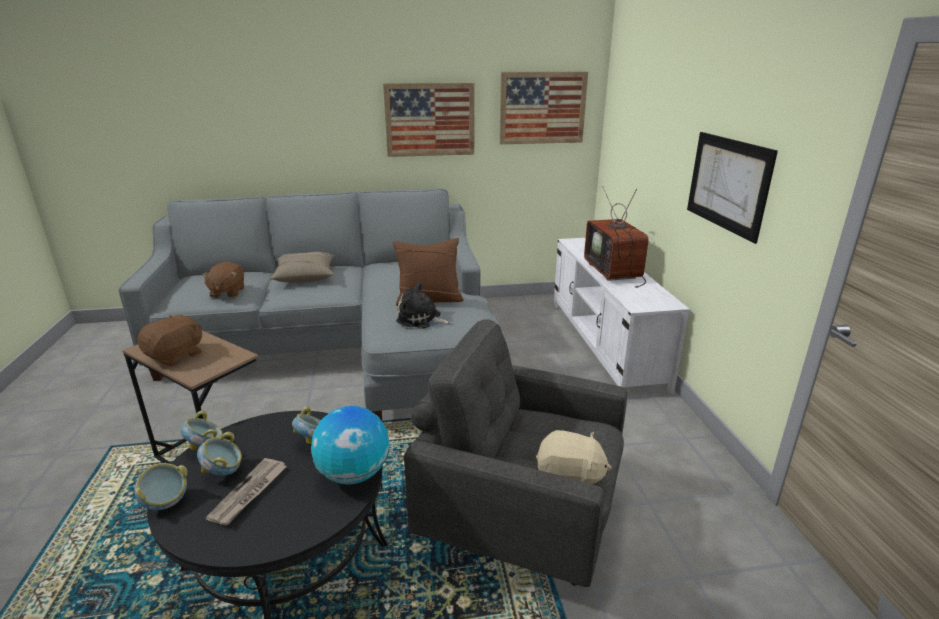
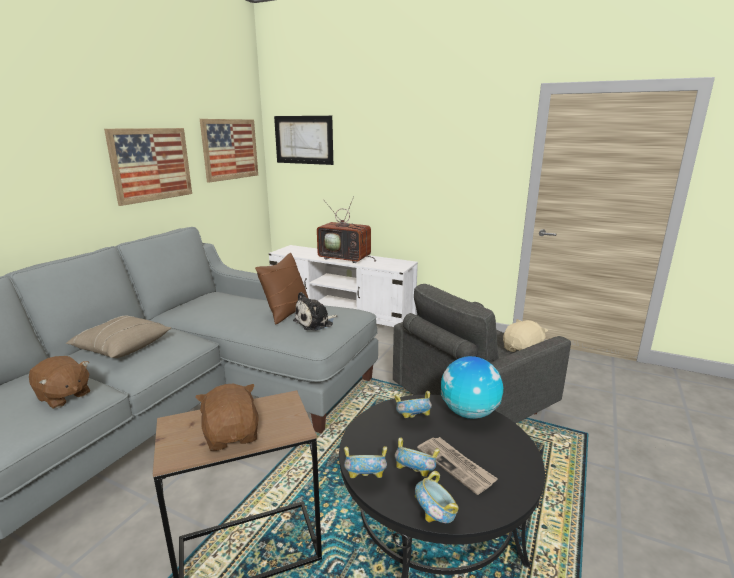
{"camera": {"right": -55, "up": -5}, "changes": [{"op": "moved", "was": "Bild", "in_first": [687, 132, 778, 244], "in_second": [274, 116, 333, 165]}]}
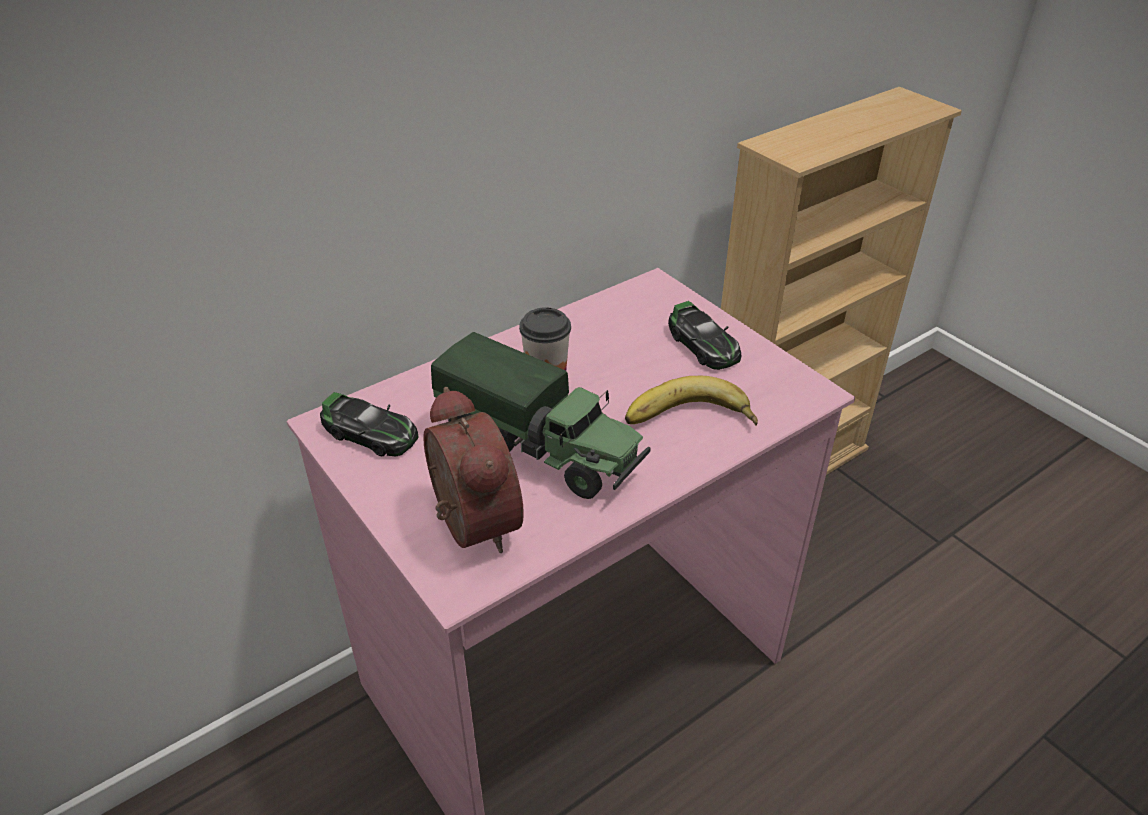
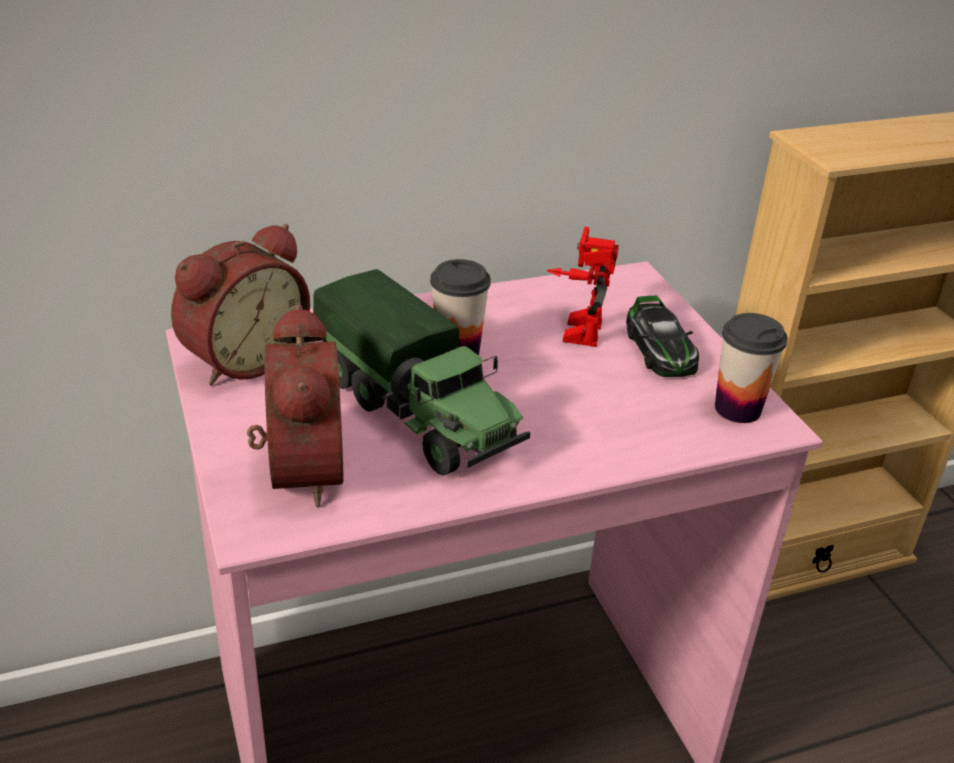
{"camera": {"right": 15, "up": -5}, "changes": [{"op": "replaced", "was": "Spielzeugauto", "now": "Wecker", "in_first": [320, 392, 419, 456], "in_second": [171, 224, 310, 386]}, {"op": "removed", "was": "Banane", "in_first": [625, 376, 758, 426]}, {"op": "added", "now": "Spielzeugroboter", "in_second": [547, 227, 619, 347]}, {"op": "added", "now": "Tasse", "in_second": [715, 313, 788, 423]}]}
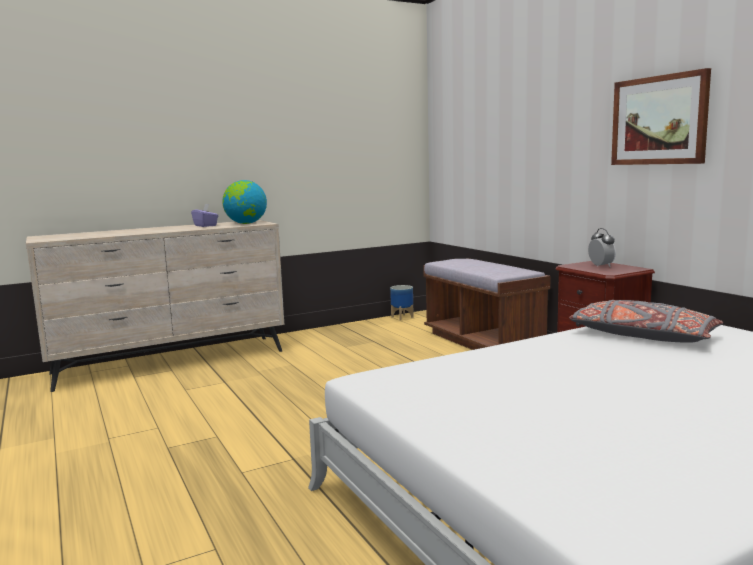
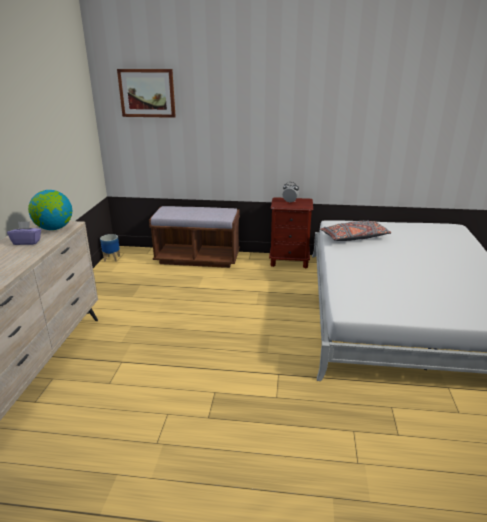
{"camera": {"right": -55, "up": 15}, "changes": [{"op": "moved", "was": "Bild", "in_first": [611, 68, 711, 165], "in_second": [117, 69, 176, 118]}]}
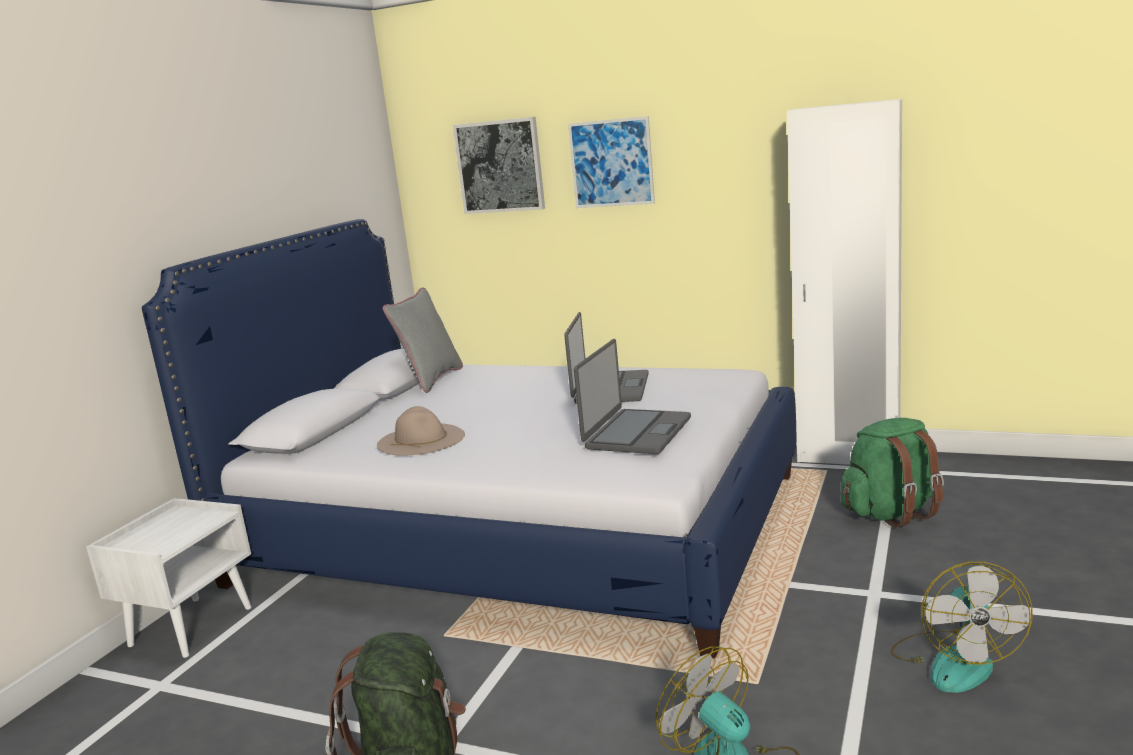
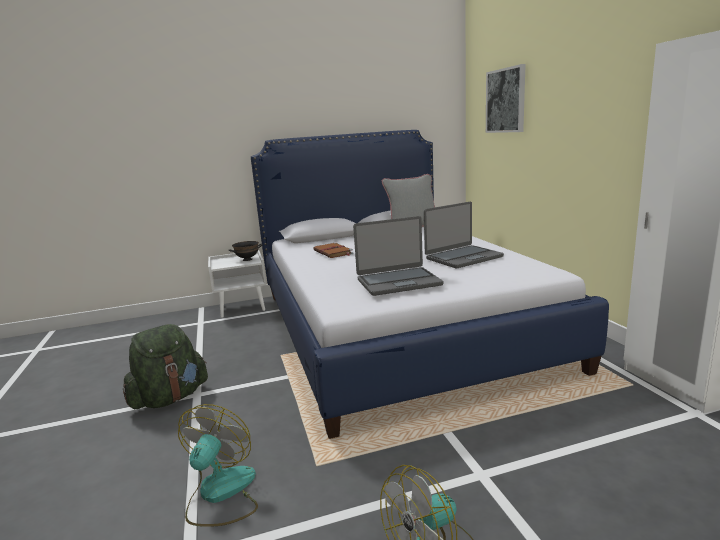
{"camera": {"right": 50, "up": 0}, "changes": [{"op": "replaced", "was": "Hut (beige)", "now": "Buch (braun)", "in_first": [377, 406, 465, 455], "in_second": [313, 242, 353, 258]}, {"op": "removed", "was": "Bild", "in_first": [568, 116, 655, 208]}, {"op": "removed", "was": "Rucksack (grün)", "in_first": [841, 418, 944, 528]}, {"op": "added", "now": "Schüssel (schwarz)", "in_second": [229, 241, 263, 261]}]}
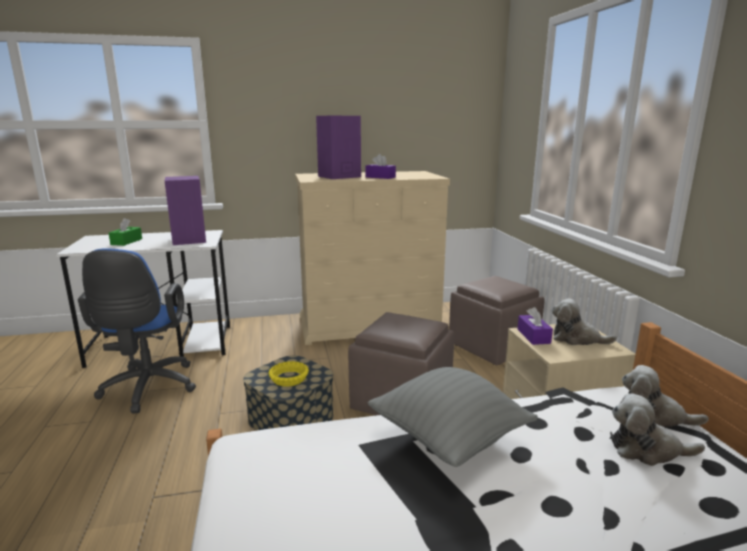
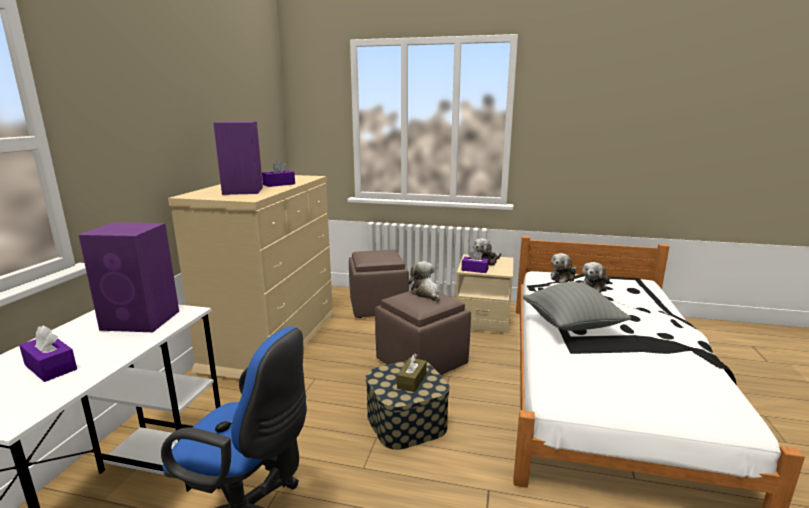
{"camera": {"right": -65, "up": 0}, "changes": [{"op": "recoloured", "was": "Taschentuchbox (grün)", "now": "Taschentuchbox (lila)", "in_first": [109, 218, 142, 246], "in_second": [19, 325, 77, 382]}, {"op": "replaced", "was": "Schüssel (gelb)", "now": "Taschentuchbox (braun)", "in_first": [268, 361, 309, 386], "in_second": [397, 354, 427, 392]}, {"op": "added", "now": "Plüschtier", "in_second": [409, 261, 440, 301]}]}
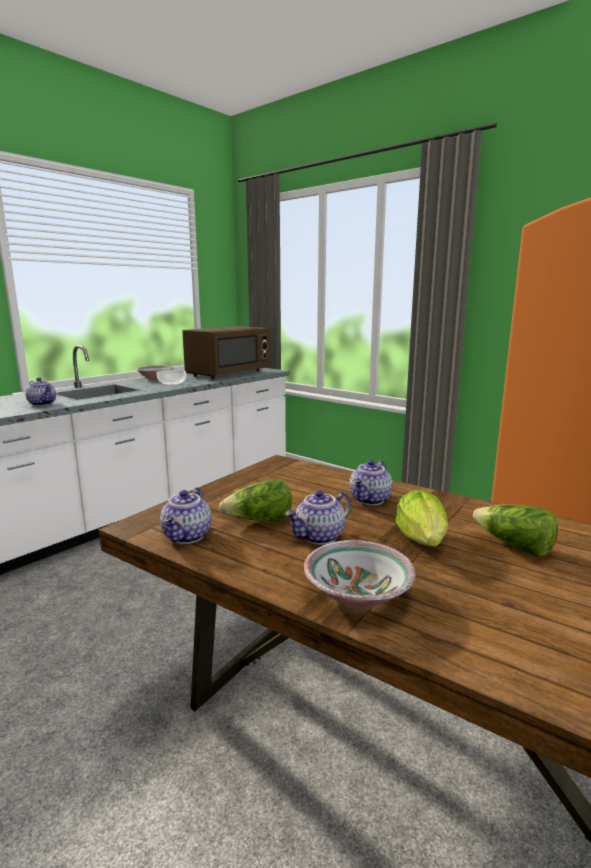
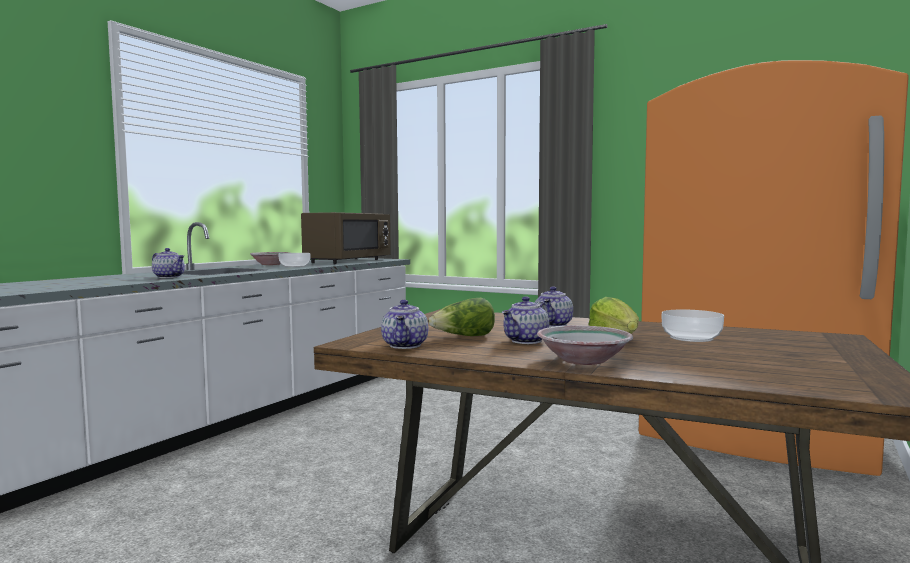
{"camera": {"right": -10, "up": -10}, "changes": [{"op": "replaced", "was": "Salatkopf", "now": "Schüssel", "in_first": [473, 504, 558, 557], "in_second": [662, 309, 724, 342]}]}
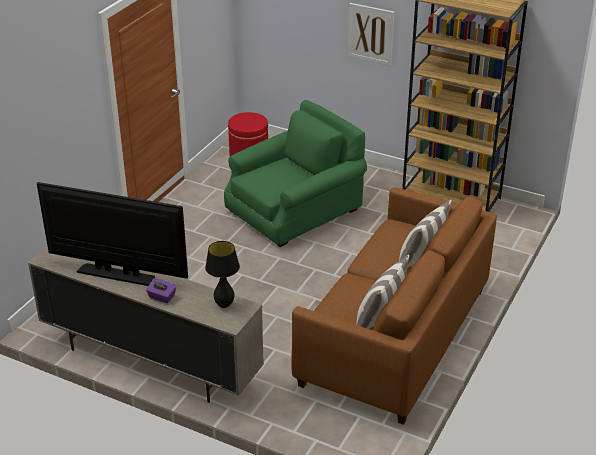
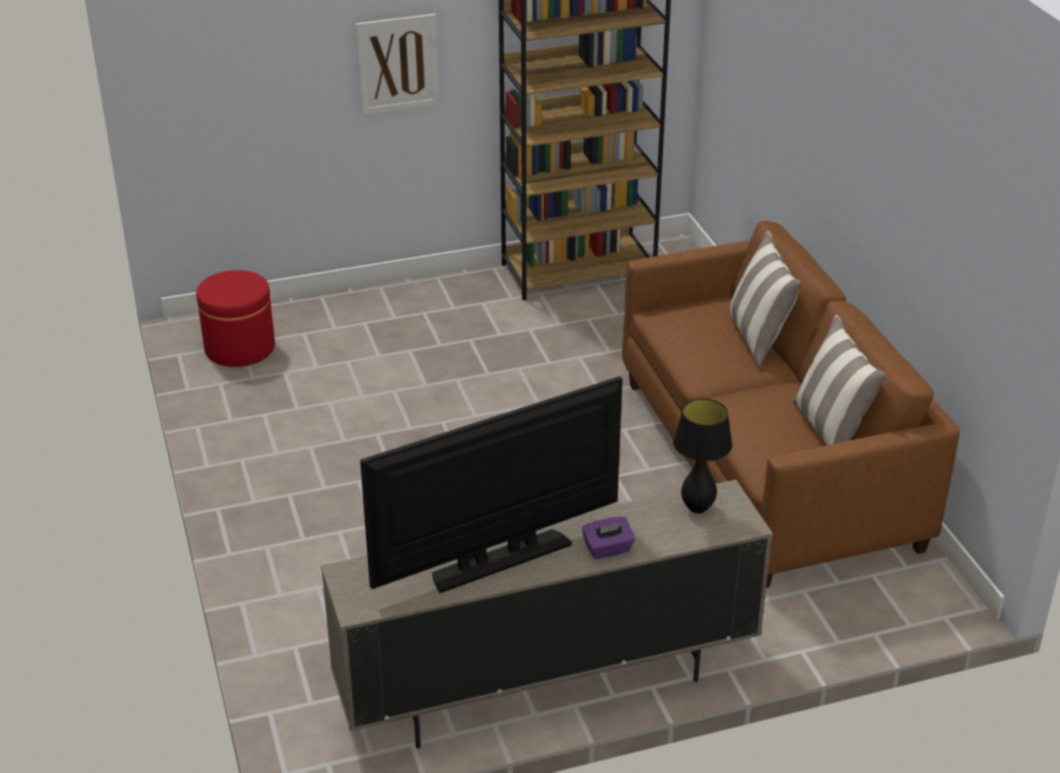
{"camera": {"right": -45, "up": 0}, "changes": [{"op": "removed", "was": "Sessel (grün)", "in_first": [224, 100, 367, 247]}]}
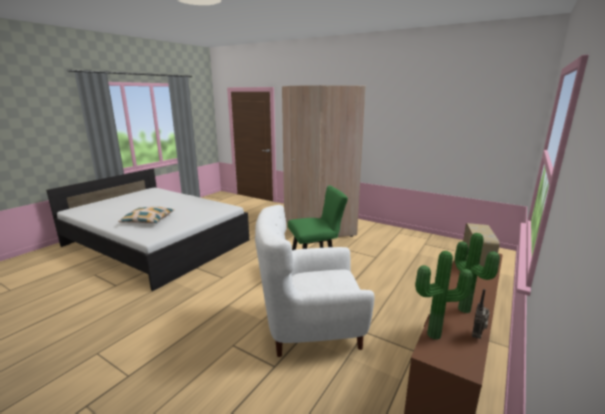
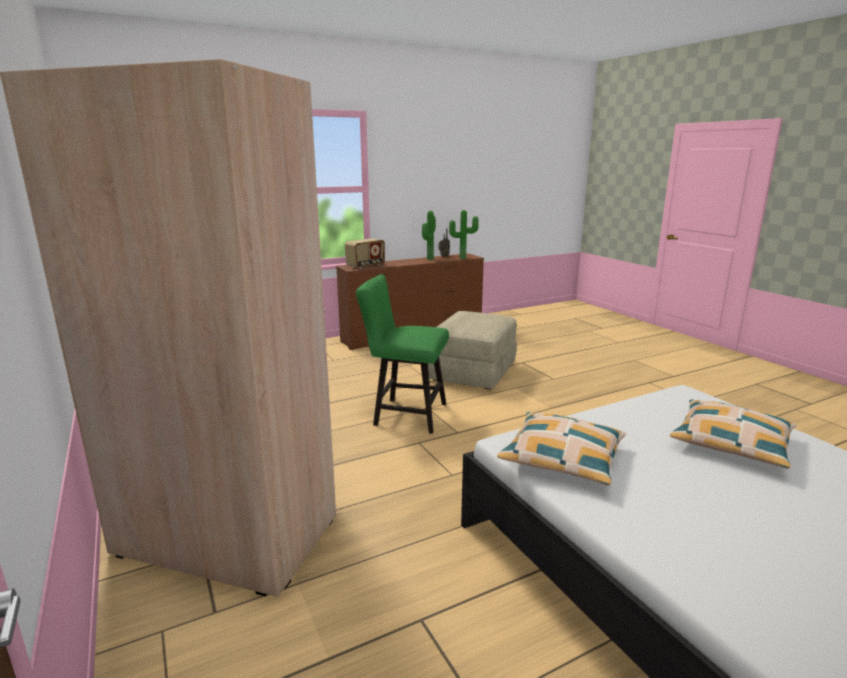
{"camera": {"right": -150, "up": 0}, "changes": [{"op": "replaced", "was": "Sessel (weiß)", "now": "Polsterhocker (beige)", "in_first": [255, 205, 375, 357], "in_second": [428, 311, 517, 389]}, {"op": "added", "now": "Kissen", "in_second": [497, 412, 626, 486]}]}
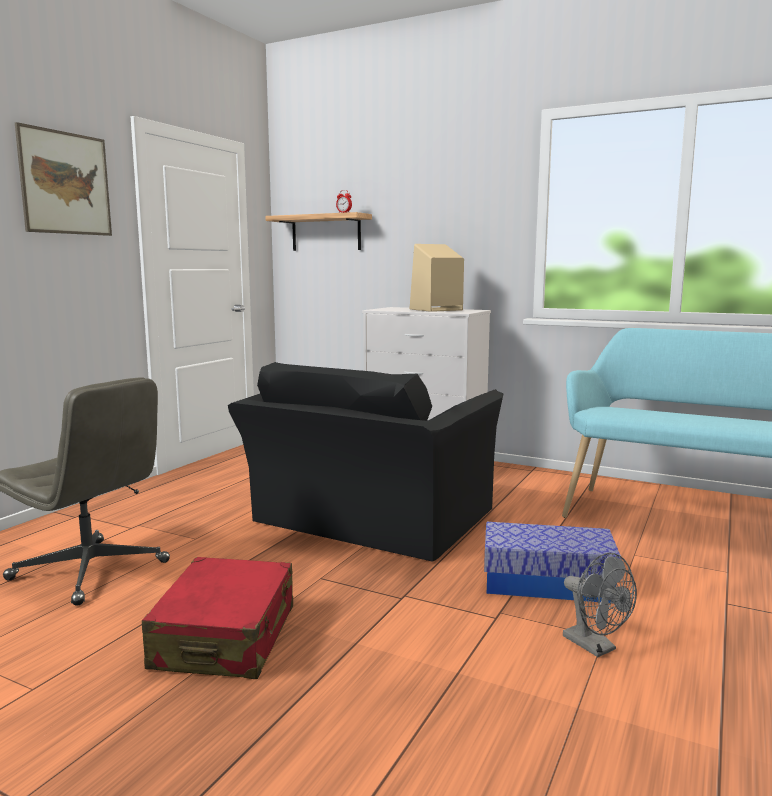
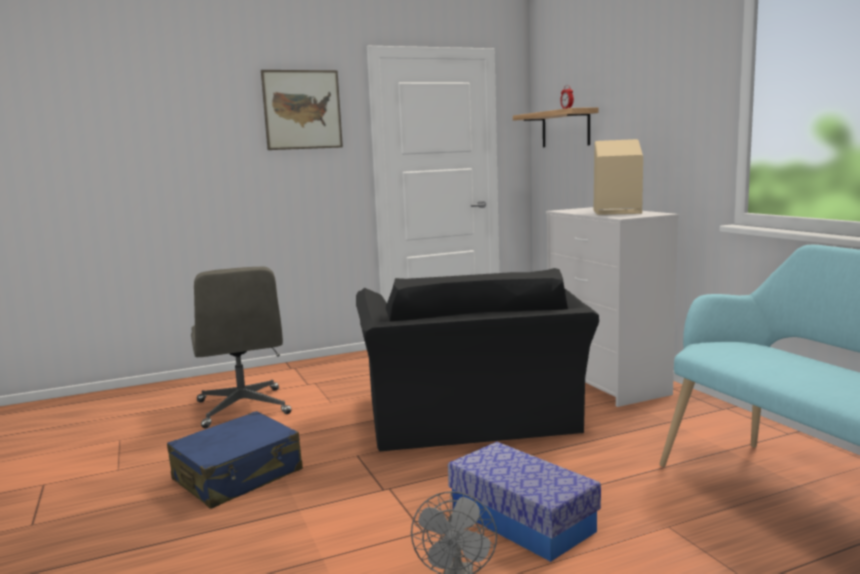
{"camera": {"right": 40, "up": 0}, "changes": [{"op": "recoloured", "was": "Koffer (rot)", "now": "Koffer (blau)", "in_first": [142, 557, 293, 679], "in_second": [167, 411, 303, 509]}, {"op": "turned", "was": "Sessel (schwarz)", "in_first": [228, 362, 504, 562], "in_second": [356, 268, 599, 452], "clockwise": -75}]}
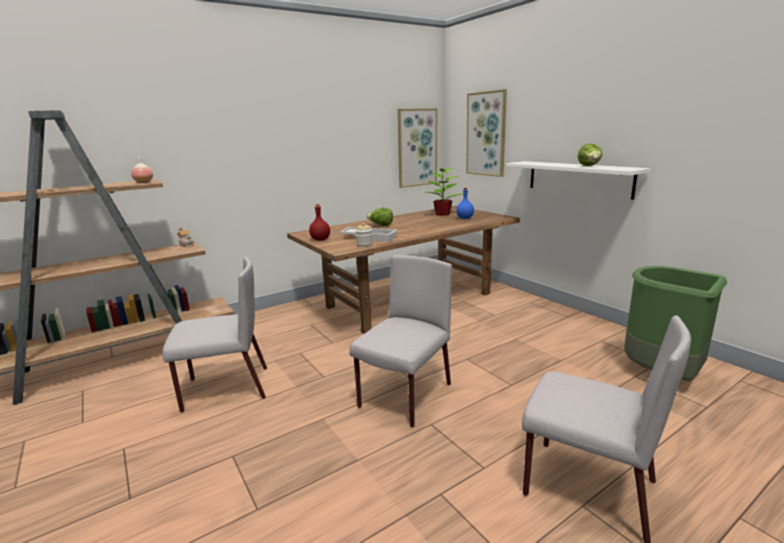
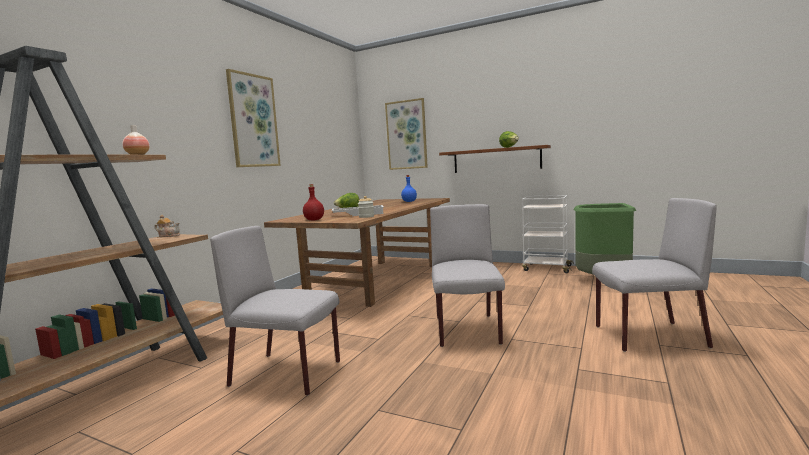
{"camera": {"right": -30, "up": -10}, "changes": [{"op": "turned", "was": "Stuhl (grau)", "in_first": [162, 257, 267, 412], "in_second": [210, 226, 340, 396], "clockwise": -120}, {"op": "moved", "was": "Bild", "in_first": [398, 108, 437, 188], "in_second": [226, 69, 281, 167]}, {"op": "removed", "was": "Topfpflanze", "in_first": [426, 168, 463, 216]}, {"op": "recoloured", "was": "Wandregal (weiß)", "now": "Wandregal (braun)", "in_first": [506, 161, 650, 200], "in_second": [439, 145, 551, 173]}, {"op": "added", "now": "Rollwagen (weiß)", "in_second": [522, 195, 574, 273]}]}
